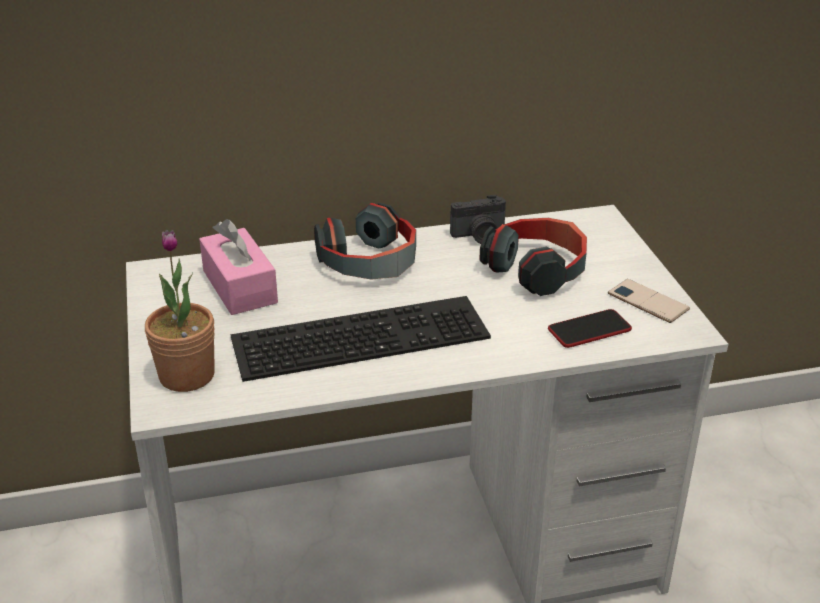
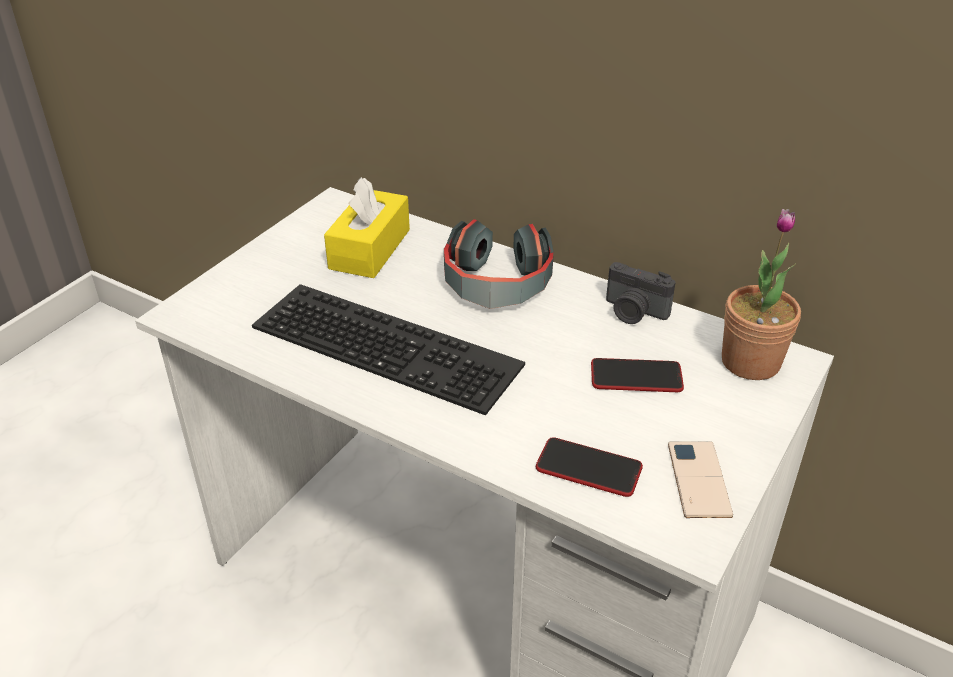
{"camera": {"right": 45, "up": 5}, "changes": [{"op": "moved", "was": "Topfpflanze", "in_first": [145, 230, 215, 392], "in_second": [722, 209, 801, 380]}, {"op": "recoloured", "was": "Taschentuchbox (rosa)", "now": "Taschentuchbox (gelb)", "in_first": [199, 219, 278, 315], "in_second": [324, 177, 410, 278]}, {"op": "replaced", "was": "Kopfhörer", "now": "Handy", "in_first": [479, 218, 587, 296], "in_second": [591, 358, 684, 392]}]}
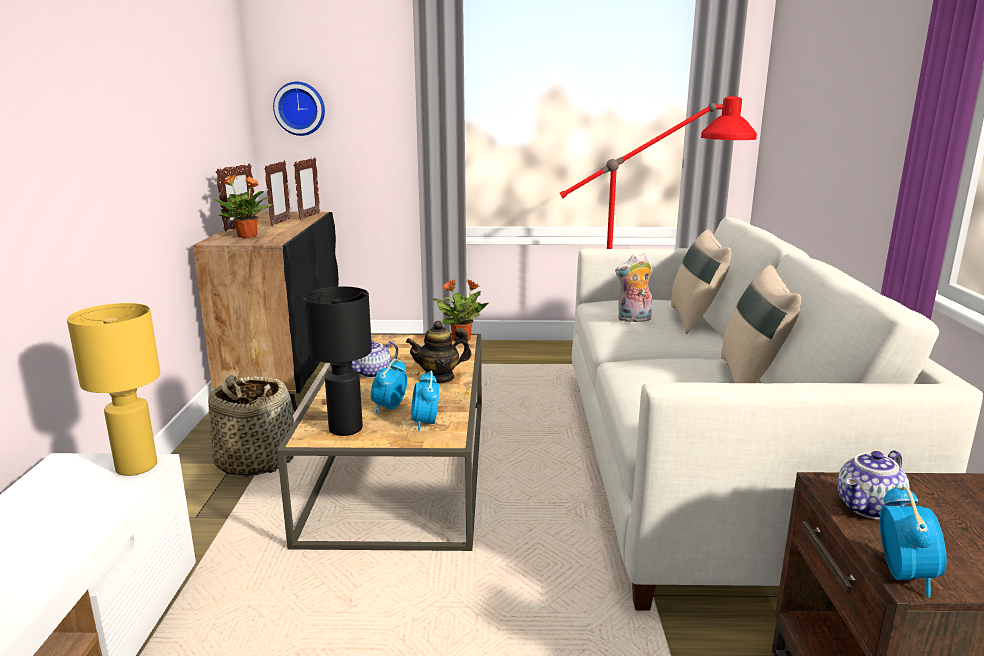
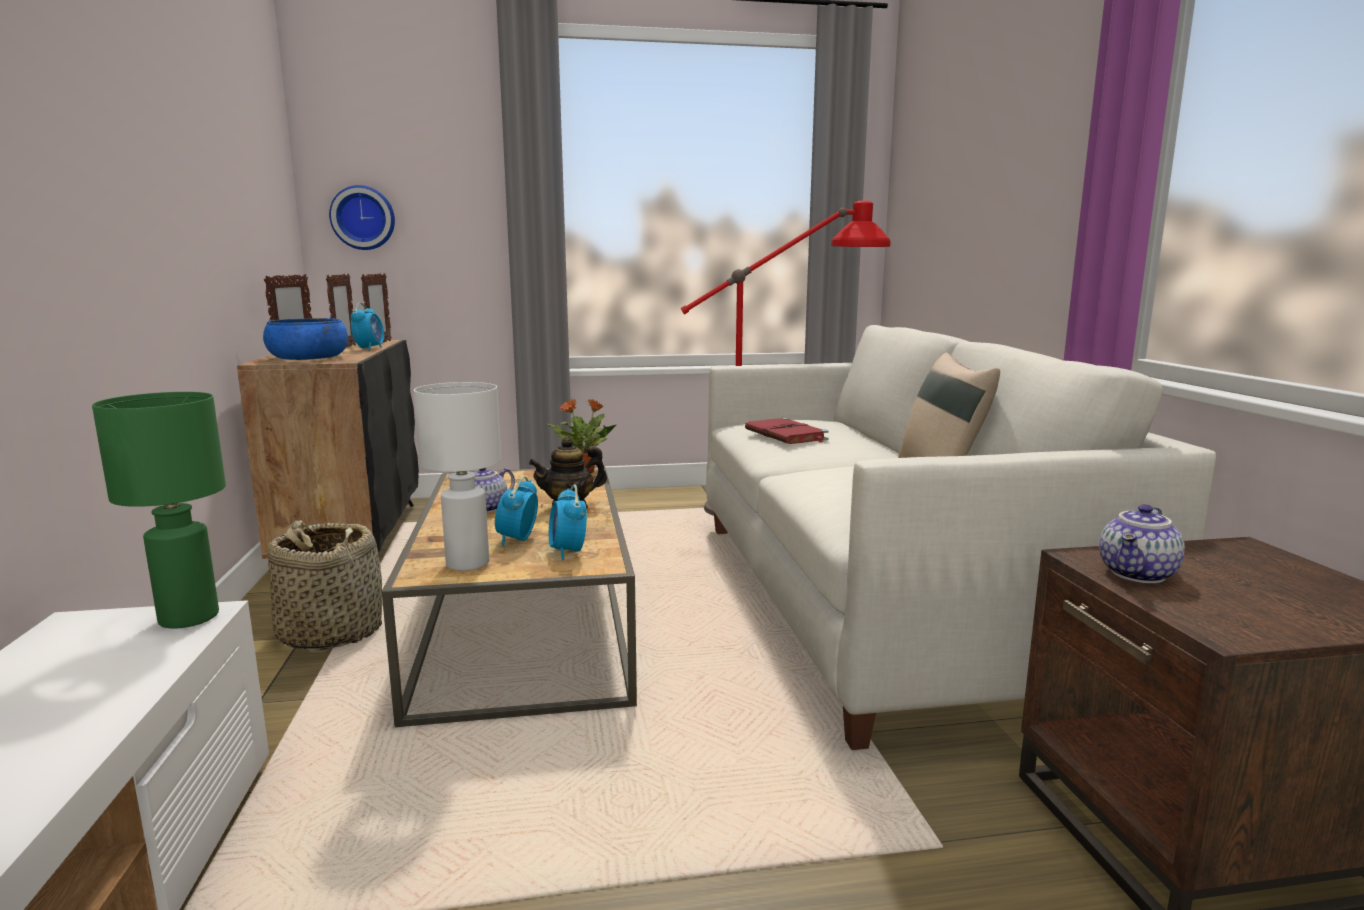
{"camera": {"right": -10, "up": -5}, "changes": [{"op": "recoloured", "was": "Tischlampe (gelb)", "now": "Tischlampe (grün)", "in_first": [67, 303, 160, 476], "in_second": [92, 392, 226, 629]}, {"op": "replaced", "was": "Topfpflanze", "now": "Schüssel (blau)", "in_first": [213, 175, 273, 238], "in_second": [263, 318, 348, 360]}, {"op": "recoloured", "was": "Tischlampe (schwarz)", "now": "Tischlampe (weiß)", "in_first": [303, 286, 372, 436], "in_second": [414, 382, 501, 571]}, {"op": "replaced", "was": "Plüschtier", "now": "Buch (rot)", "in_first": [615, 253, 653, 322], "in_second": [745, 418, 829, 444]}, {"op": "removed", "was": "Kissen (beige)", "in_first": [671, 229, 731, 334]}, {"op": "moved", "was": "Wecker", "in_first": [880, 484, 947, 598], "in_second": [351, 302, 384, 351]}]}
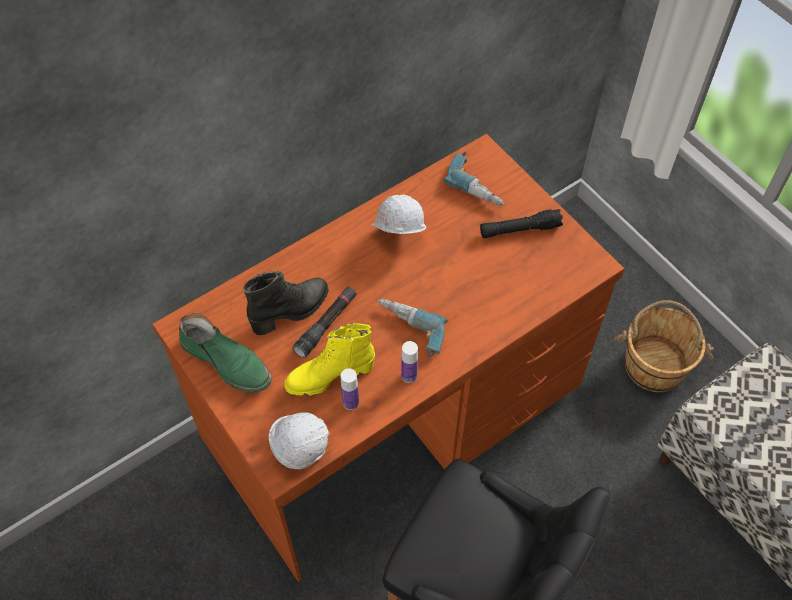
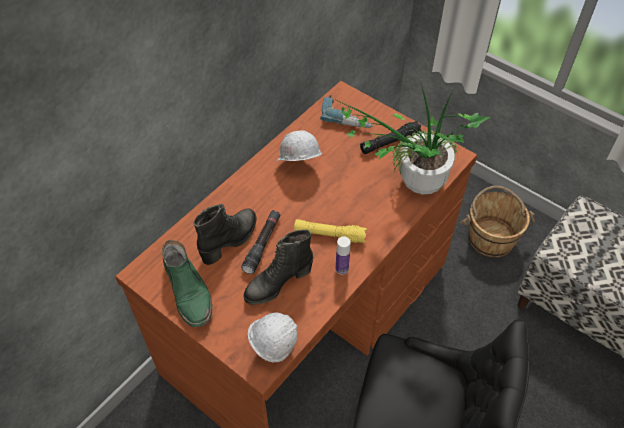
{"camera": {"right": -15, "up": -5}, "changes": [{"op": "turned", "was": "Stiefel (grün)", "in_first": [179, 313, 272, 393], "in_second": [162, 240, 212, 327], "clockwise": 45}, {"op": "recoloured", "was": "Stiefel (gelb)", "now": "Stiefel (schwarz)", "in_first": [284, 323, 375, 396], "in_second": [243, 230, 313, 305]}, {"op": "removed", "was": "Flasche", "in_first": [341, 368, 359, 410]}, {"op": "replaced", "was": "Bohrmaschine", "now": "Taschenlampe (gelb)", "in_first": [378, 299, 448, 358], "in_second": [294, 219, 367, 243]}, {"op": "added", "now": "Topfpflanze", "in_second": [339, 84, 491, 194]}]}
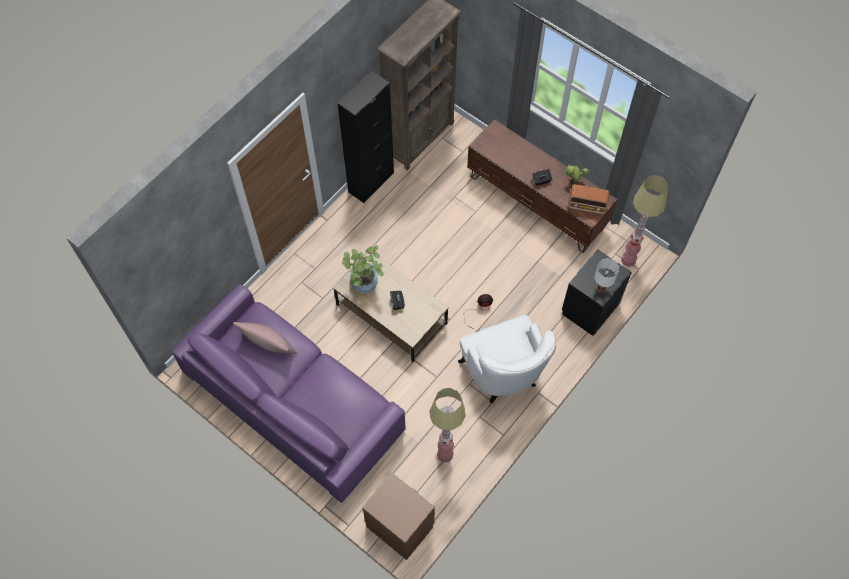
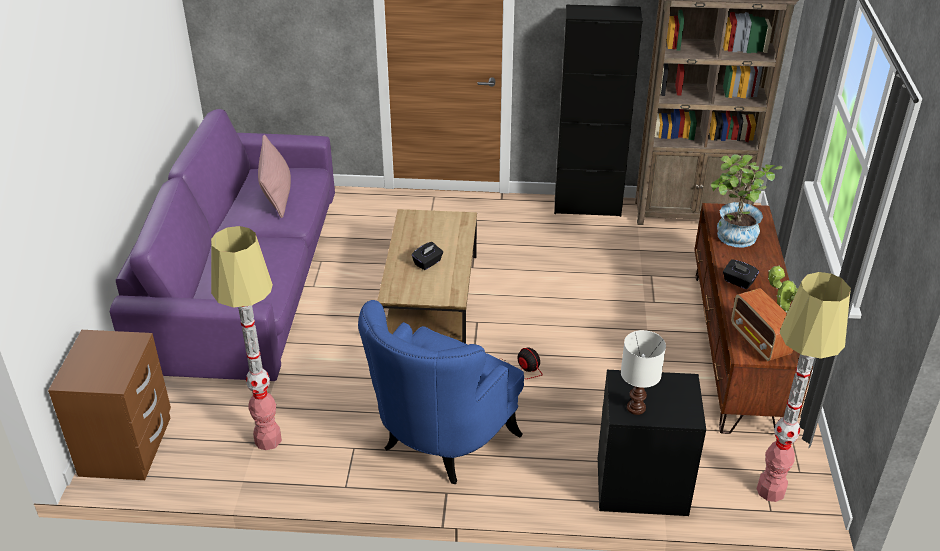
{"camera": {"right": 55, "up": -25}, "changes": [{"op": "moved", "was": "Topfpflanze", "in_first": [342, 245, 384, 293], "in_second": [711, 154, 783, 248]}, {"op": "recoloured", "was": "Sessel (weiß)", "now": "Sessel (blau)", "in_first": [458, 315, 556, 403], "in_second": [358, 300, 524, 484]}]}
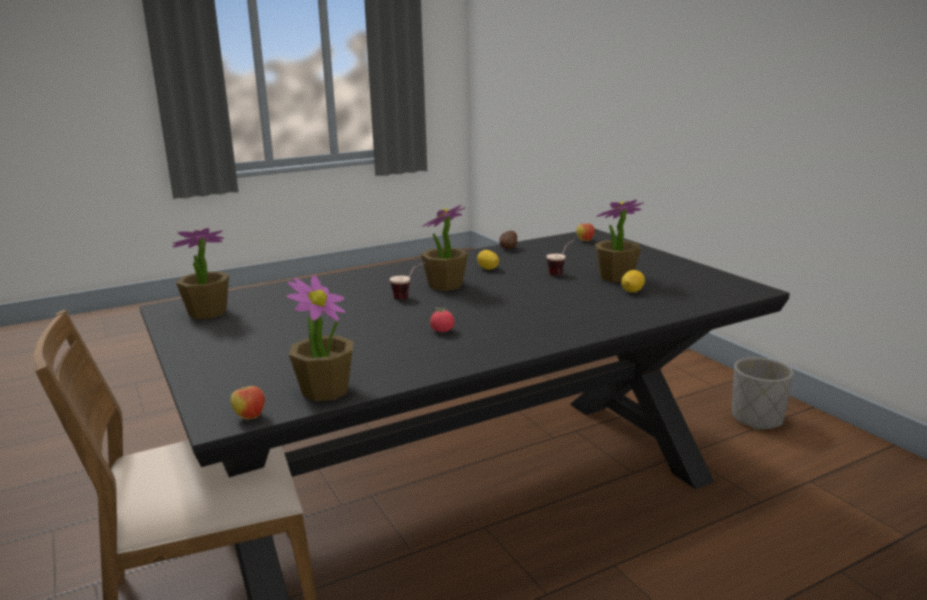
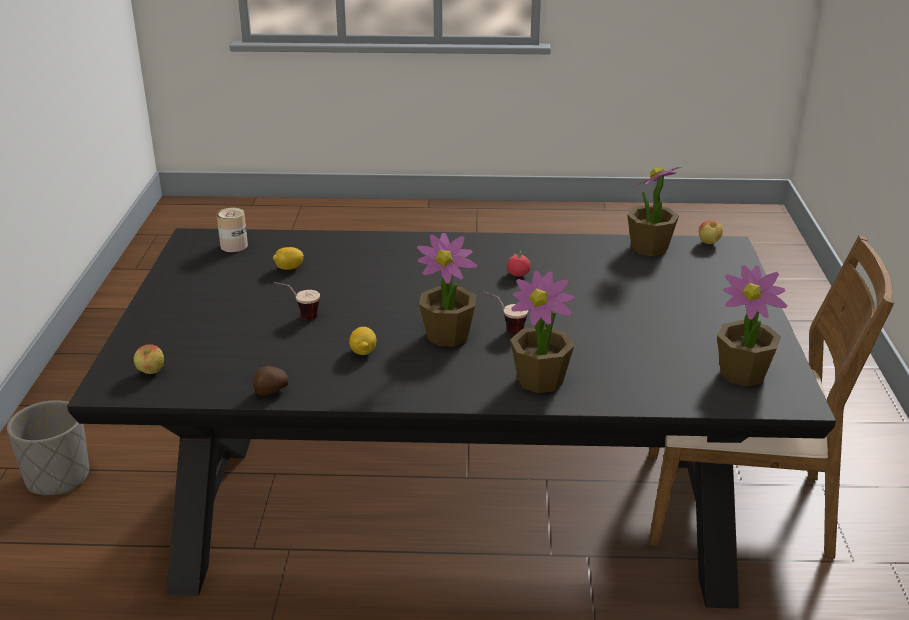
{"camera": {"right": -150, "up": 10}, "changes": [{"op": "moved", "was": "Topfpflanze", "in_first": [595, 200, 644, 282], "in_second": [510, 271, 574, 393]}, {"op": "added", "now": "Dose", "in_second": [217, 208, 248, 252]}]}
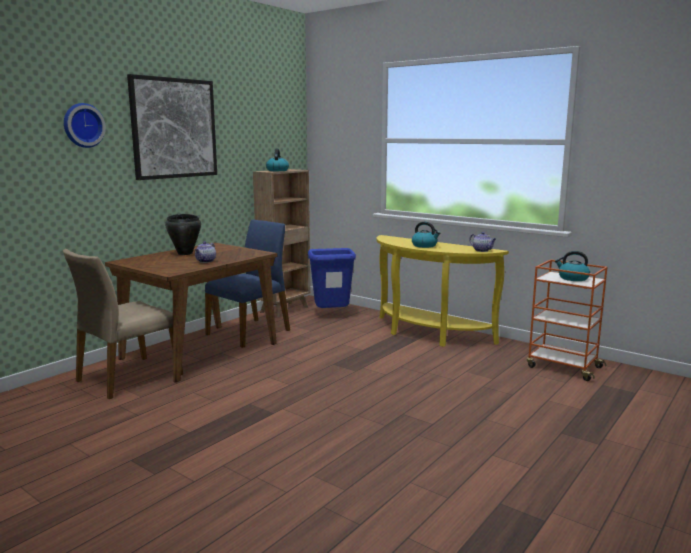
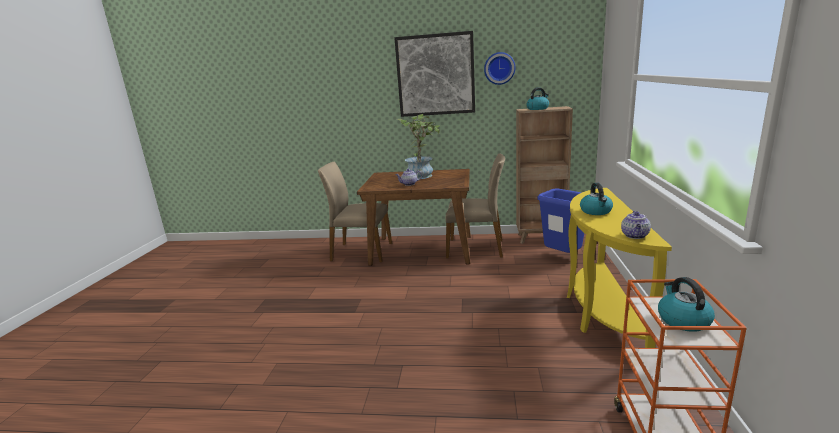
{"camera": {"right": 60, "up": 5}, "changes": [{"op": "moved", "was": "Wanduhr", "in_first": [64, 103, 106, 148], "in_second": [484, 52, 516, 85]}, {"op": "replaced", "was": "Kochtopf (schwarz)", "now": "Topfpflanze", "in_first": [165, 214, 201, 255], "in_second": [397, 114, 440, 179]}, {"op": "recoloured", "was": "Stuhl (blau)", "now": "Stuhl (beige)", "in_first": [205, 220, 290, 348], "in_second": [445, 153, 505, 258]}]}
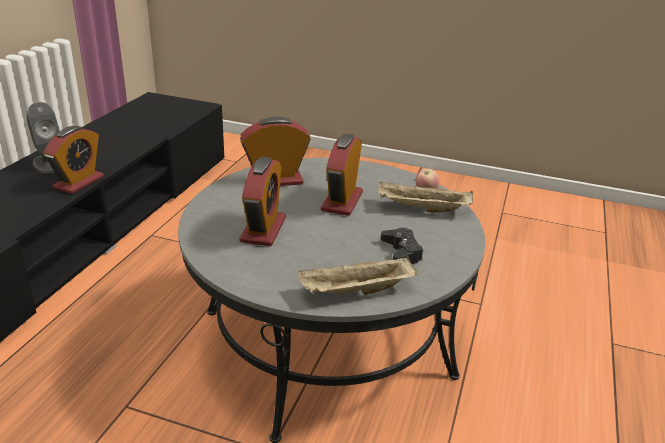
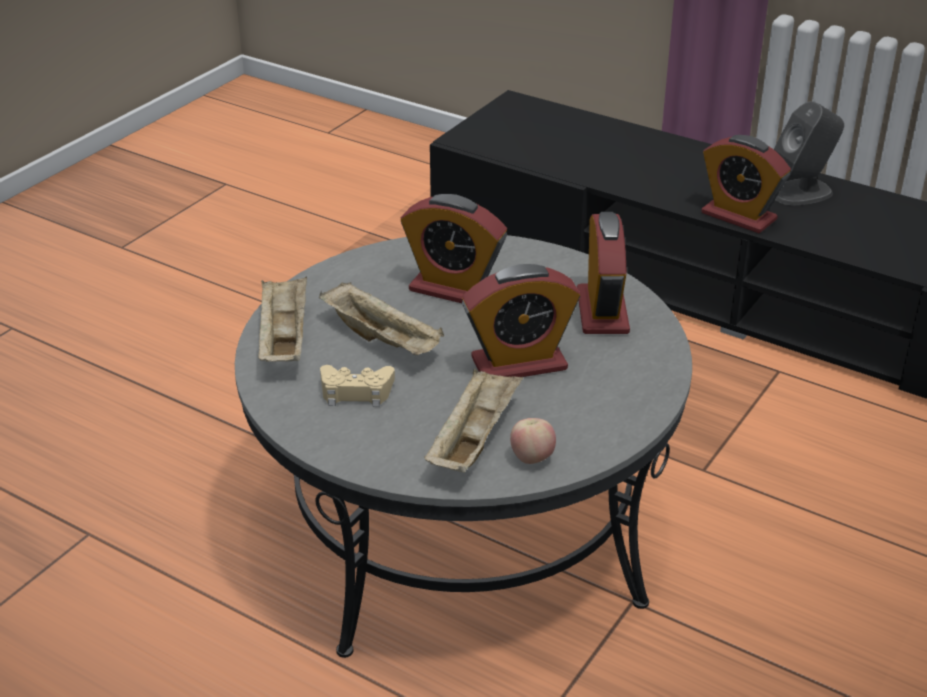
{"camera": {"right": 105, "up": 5}, "changes": [{"op": "turned", "was": "Wecker", "in_first": [321, 134, 363, 216], "in_second": [462, 264, 580, 377], "clockwise": 135}, {"op": "recoloured", "was": "Gamepad (schwarz)", "now": "Gamepad (beige)", "in_first": [381, 228, 423, 264], "in_second": [320, 365, 395, 407]}, {"op": "added", "now": "Tablett (beige)", "in_second": [319, 282, 444, 355]}]}
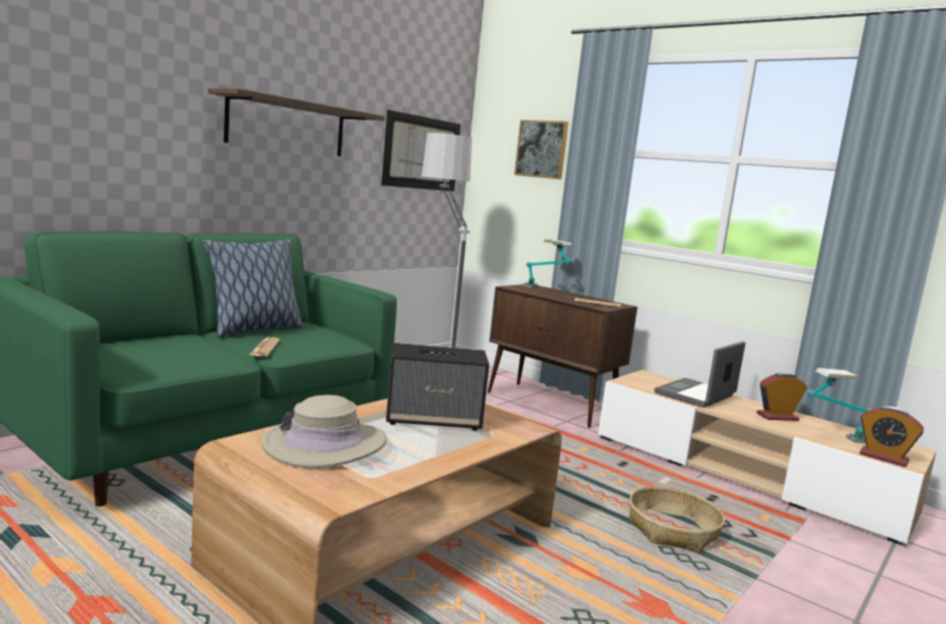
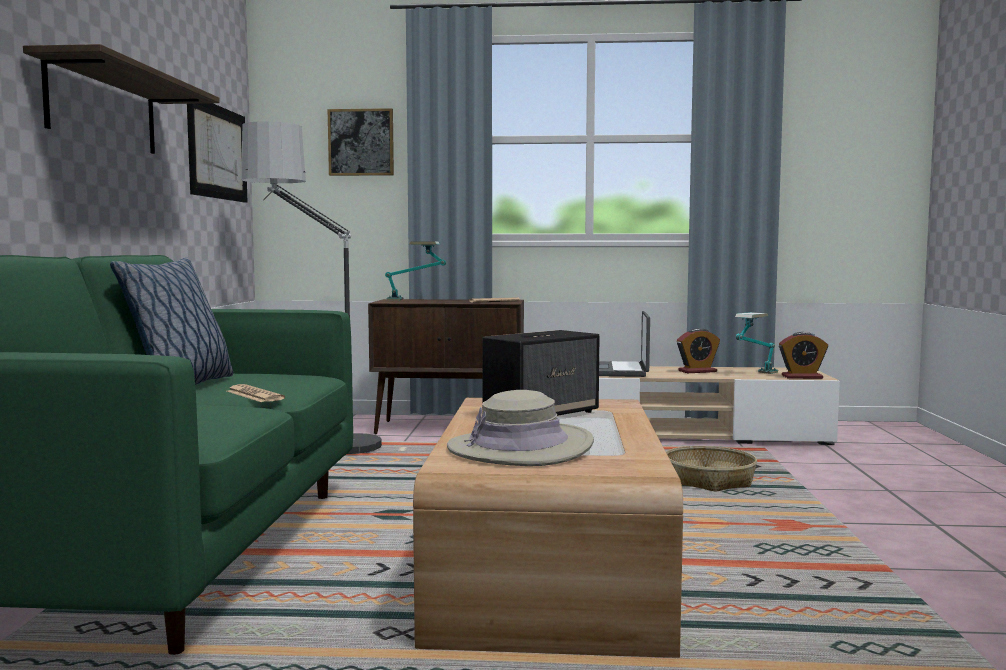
{"camera": {"right": -35, "up": -5}, "changes": [{"op": "turned", "was": "Wecker", "in_first": [756, 372, 807, 421], "in_second": [677, 328, 720, 373], "clockwise": -150}]}
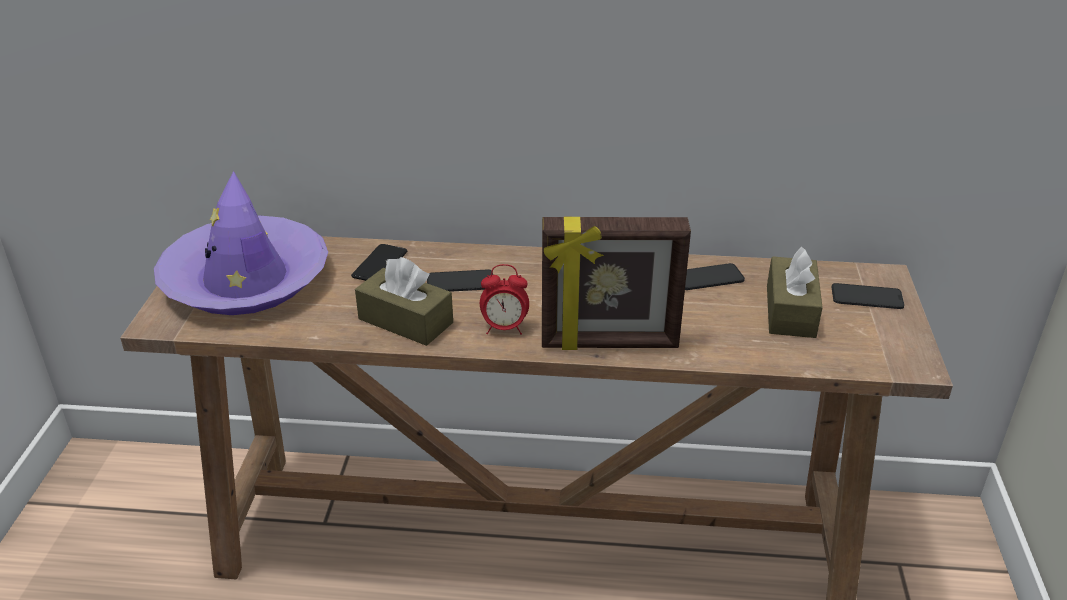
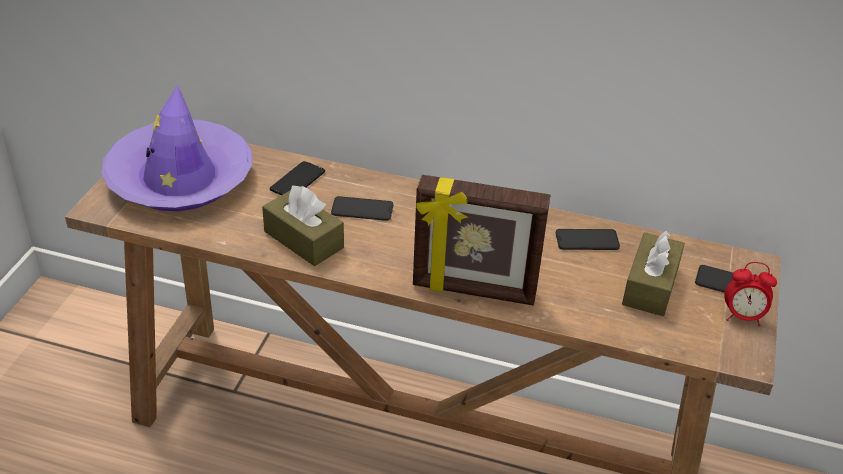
{"camera": {"right": 10, "up": 5}, "changes": [{"op": "moved", "was": "Wecker", "in_first": [480, 264, 529, 335], "in_second": [724, 262, 777, 326]}]}
